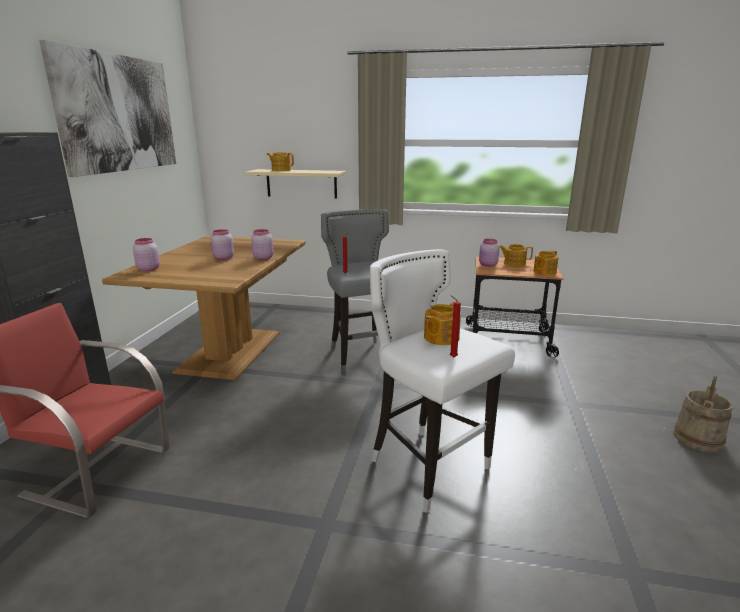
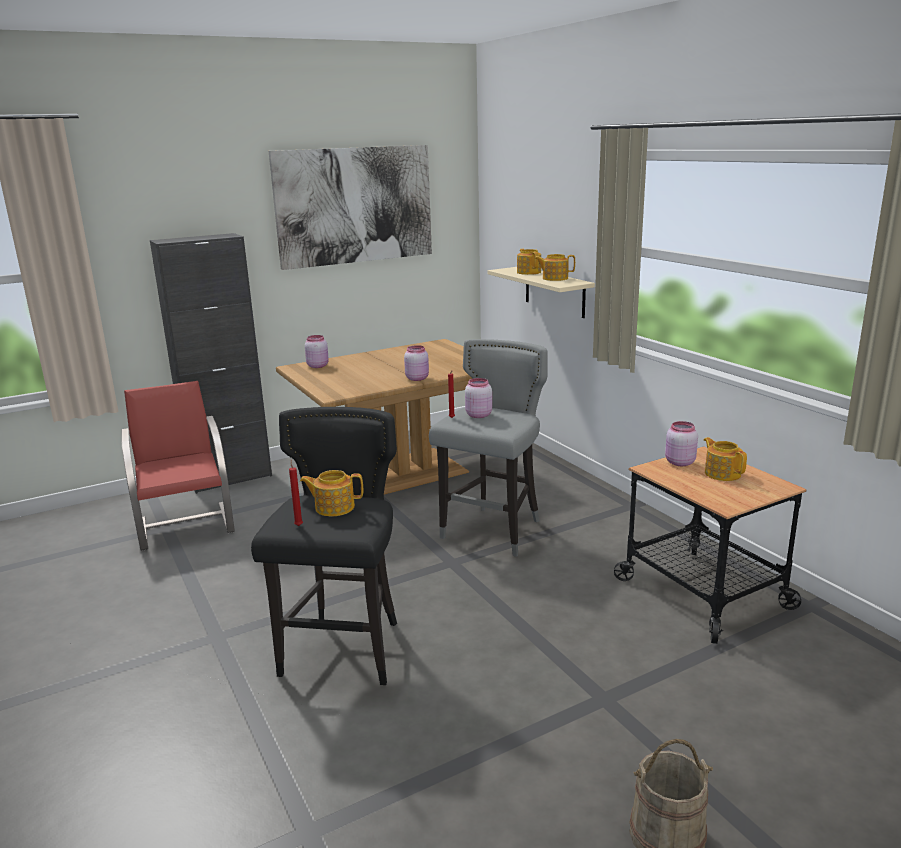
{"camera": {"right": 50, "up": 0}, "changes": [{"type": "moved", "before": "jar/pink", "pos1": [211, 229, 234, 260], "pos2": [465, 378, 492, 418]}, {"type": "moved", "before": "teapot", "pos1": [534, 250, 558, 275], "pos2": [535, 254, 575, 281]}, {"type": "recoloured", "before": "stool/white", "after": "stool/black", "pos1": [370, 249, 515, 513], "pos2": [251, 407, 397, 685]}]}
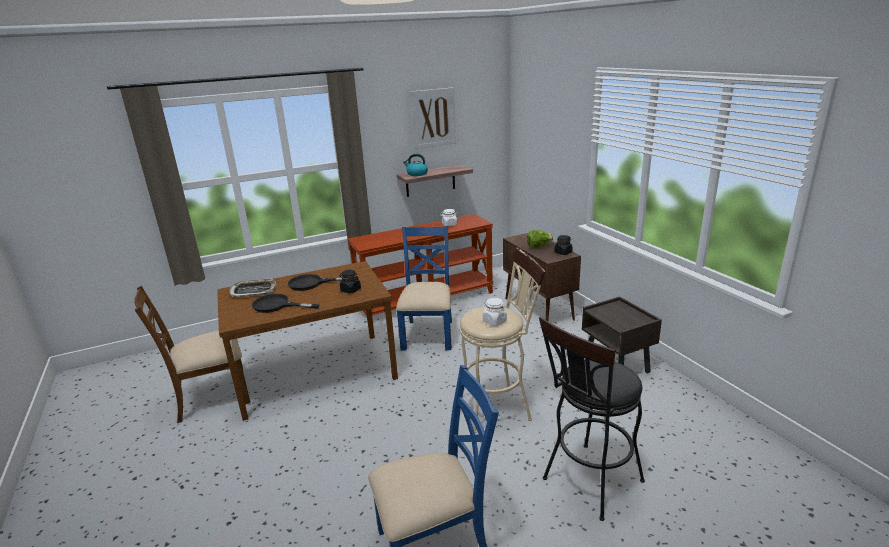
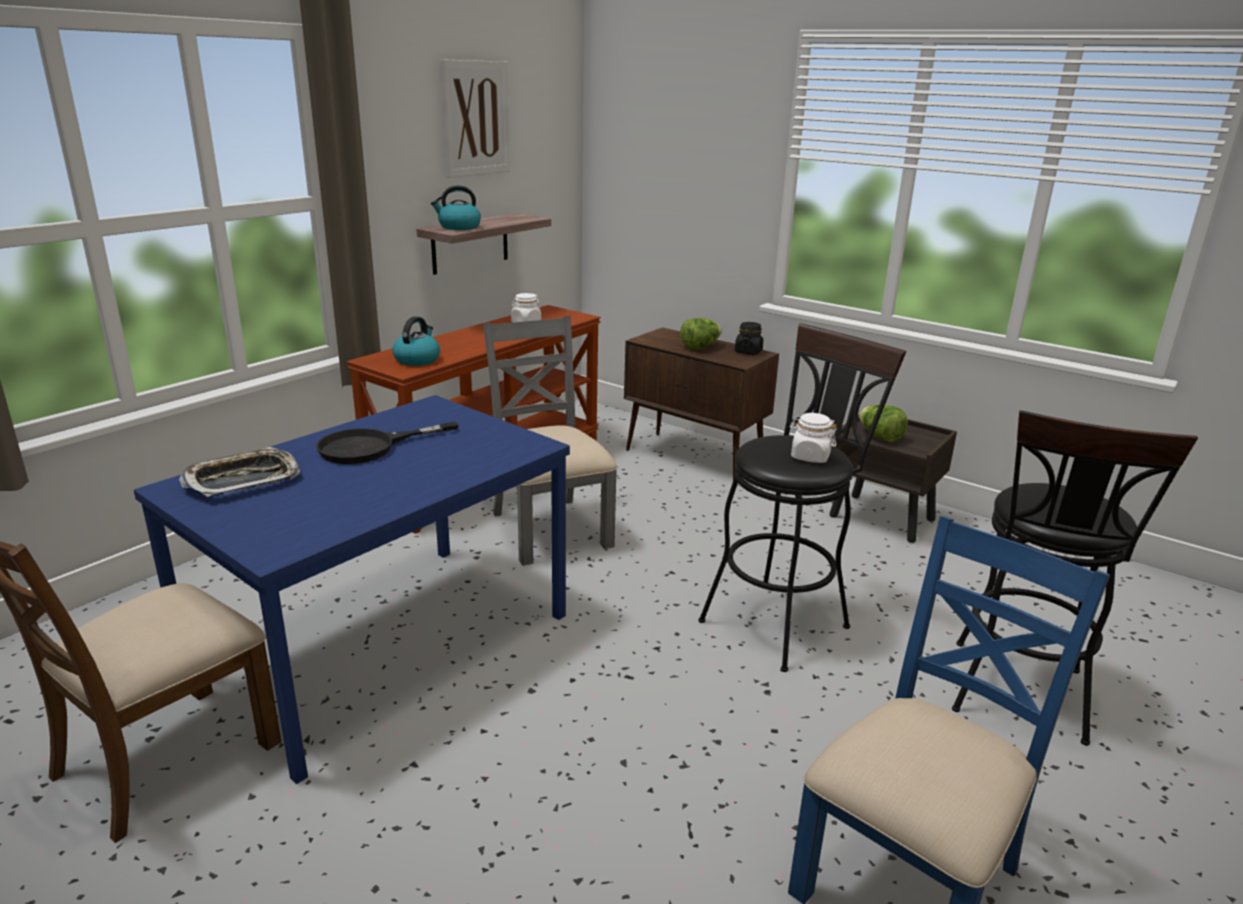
{"camera": {"right": -30, "up": 0}, "changes": [{"type": "removed", "before": "frying pan/black", "pos1": [252, 294, 320, 313]}, {"type": "removed", "before": "jar/black", "pos1": [340, 270, 361, 293]}, {"type": "added", "after": "kettle", "pos2": [392, 316, 440, 366]}, {"type": "added", "after": "lettuce", "pos2": [859, 405, 908, 443]}, {"type": "recoloured", "before": "dining table/brown", "after": "dining table/blue", "pos1": [217, 261, 398, 421], "pos2": [134, 395, 570, 784]}, {"type": "recoloured", "before": "chair/blue", "after": "chair/grey", "pos1": [396, 226, 452, 350], "pos2": [483, 316, 617, 566]}, {"type": "recoloured", "before": "stool/beige", "after": "stool/black", "pos1": [460, 247, 545, 433], "pos2": [699, 323, 906, 672]}]}
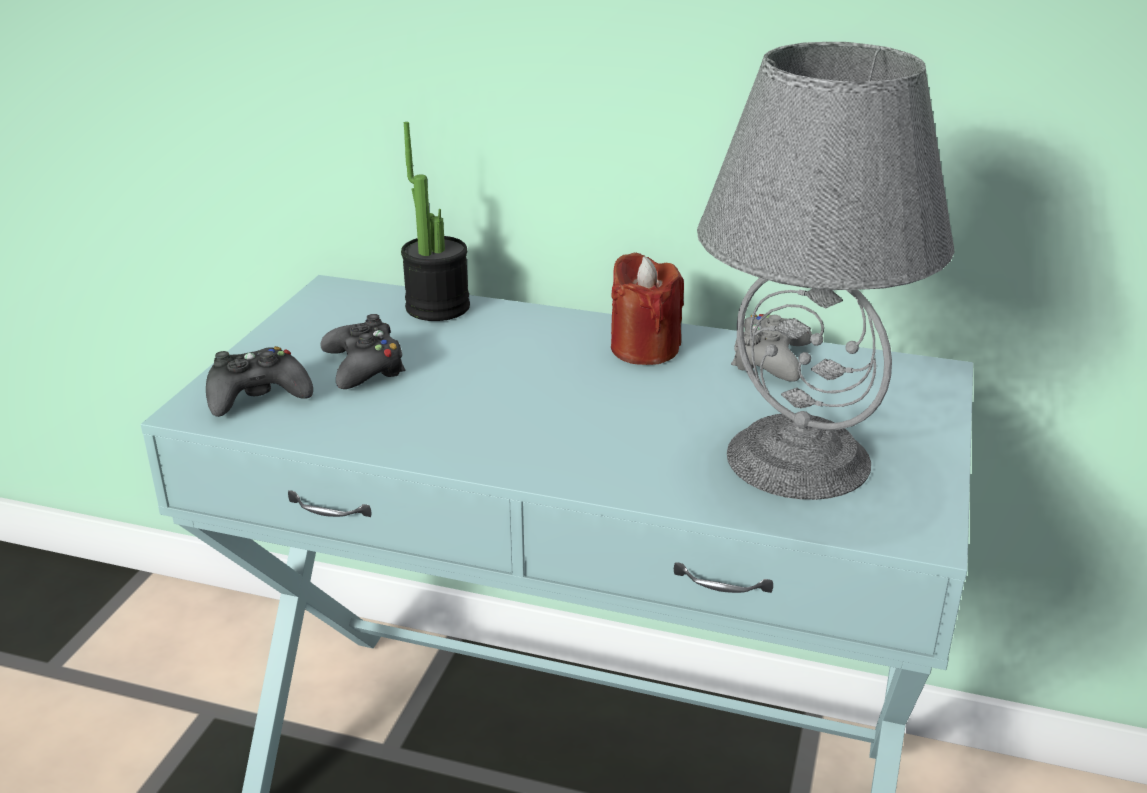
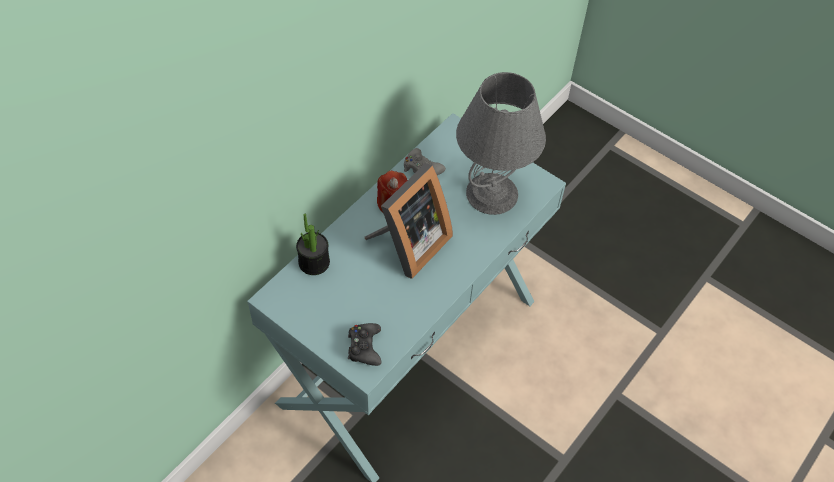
{"camera": {"right": -70, "up": 25}, "changes": [{"type": "removed", "before": "game controller/black", "pos1": [320, 314, 406, 389]}, {"type": "added", "after": "picture frame", "pos2": [365, 163, 453, 279]}]}
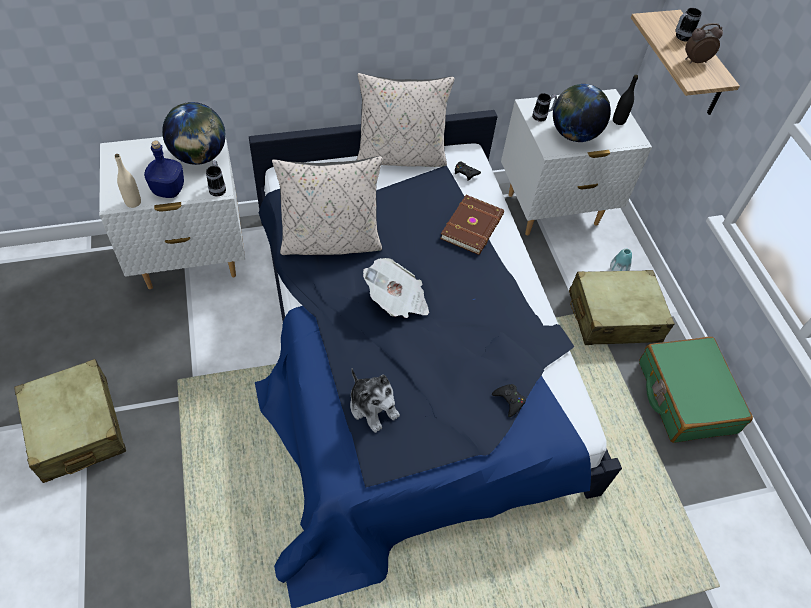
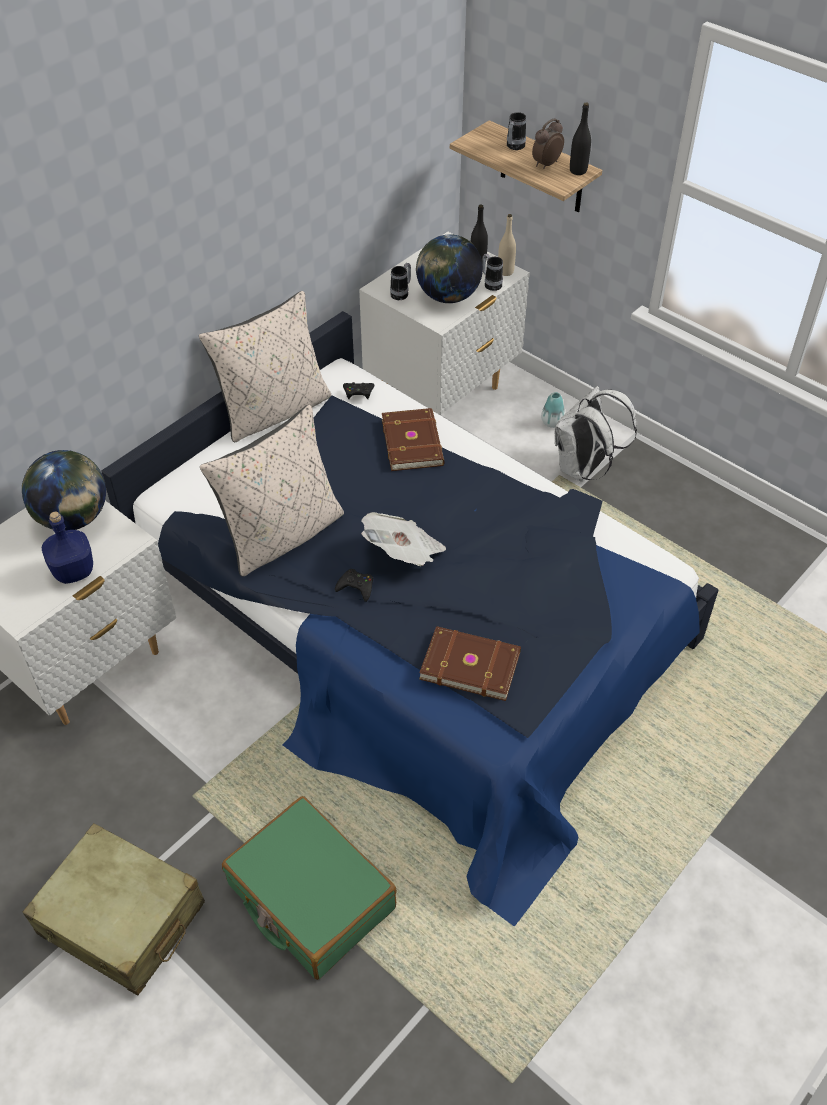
{"camera": {"right": -30, "up": -5}, "changes": [{"type": "added", "after": "bottle/black", "pos2": [570, 102, 591, 175]}, {"type": "moved", "before": "bottle/beige", "pos1": [115, 154, 141, 208], "pos2": [498, 214, 516, 276]}, {"type": "moved", "before": "mug", "pos1": [206, 160, 226, 197], "pos2": [482, 254, 503, 291]}, {"type": "moved", "before": "game controller/black", "pos1": [492, 384, 526, 417], "pos2": [335, 569, 373, 602]}, {"type": "moved", "before": "suitcase/green", "pos1": [639, 337, 753, 443], "pos2": [222, 796, 397, 980]}, {"type": "replaced", "before": "plush toy", "after": "book/brown", "pos1": [350, 368, 400, 433], "pos2": [419, 626, 521, 701]}, {"type": "replaced", "before": "suitcase/beige", "after": "backpack/white", "pos1": [569, 270, 675, 345], "pos2": [555, 386, 637, 481]}]}
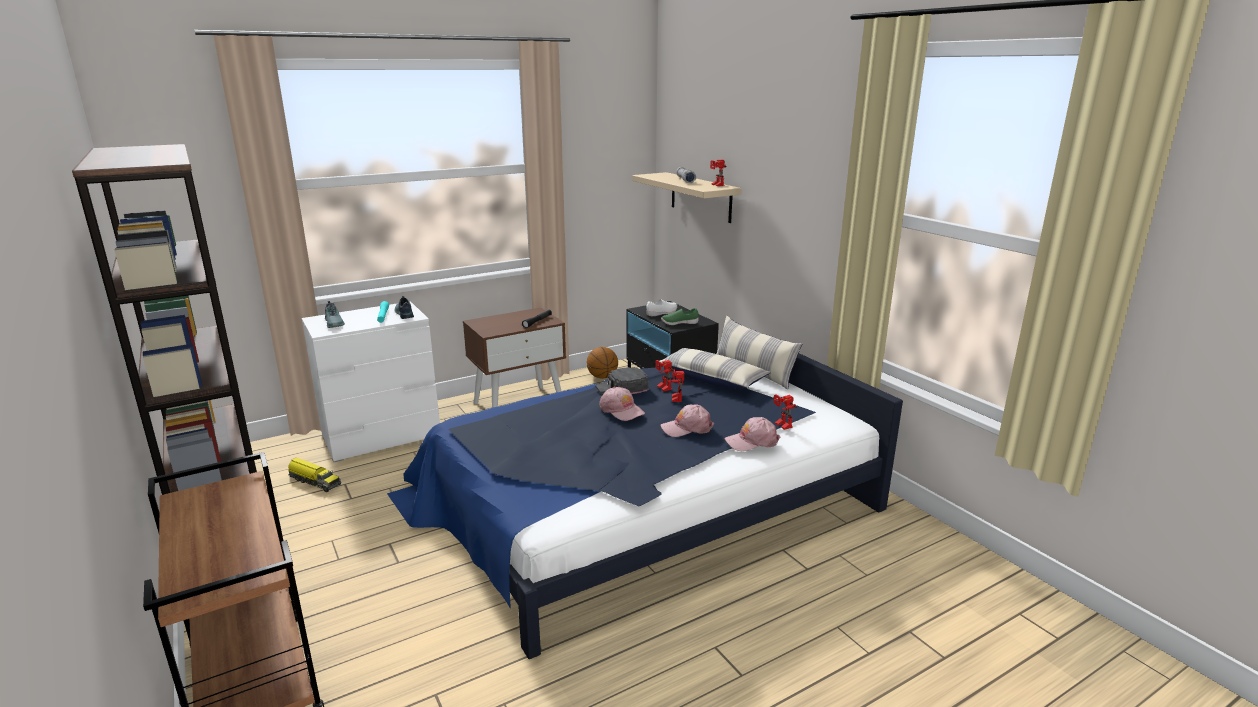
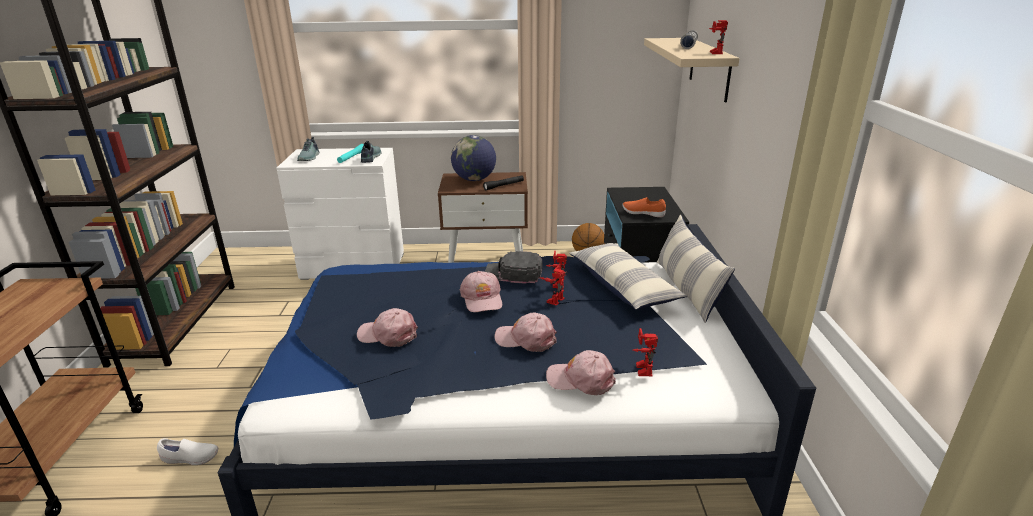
{"camera": {"right": 30, "up": 5}, "changes": [{"type": "removed", "before": "toy truck", "pos1": [288, 458, 341, 492]}, {"type": "added", "after": "cap/pink", "pos2": [357, 308, 418, 347]}, {"type": "added", "after": "globe", "pos2": [451, 135, 496, 181]}, {"type": "moved", "before": "shoe/white", "pos1": [646, 299, 677, 316], "pos2": [157, 438, 218, 465]}, {"type": "recoloured", "before": "shoe/green", "after": "shoe/orange", "pos1": [661, 308, 699, 325], "pos2": [622, 197, 666, 217]}]}
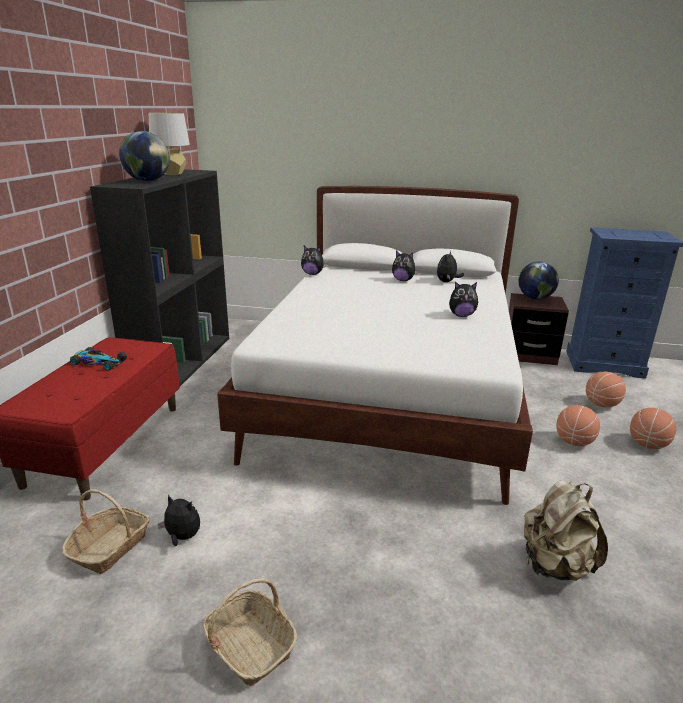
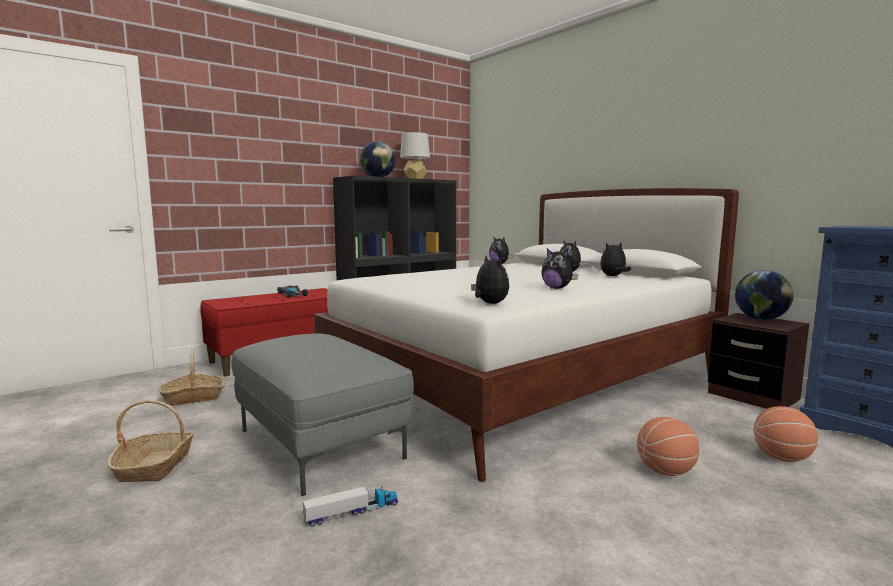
{"camera": {"right": 40, "up": -15}, "changes": [{"type": "removed", "before": "backpack/beige", "pos1": [524, 480, 608, 581]}, {"type": "removed", "before": "basketball", "pos1": [630, 408, 676, 449]}, {"type": "added", "after": "ottoman/grey", "pos2": [231, 333, 414, 496]}, {"type": "added", "after": "toy truck", "pos2": [303, 486, 398, 527]}, {"type": "moved", "before": "plush toy", "pos1": [158, 495, 200, 546], "pos2": [471, 256, 509, 304]}]}
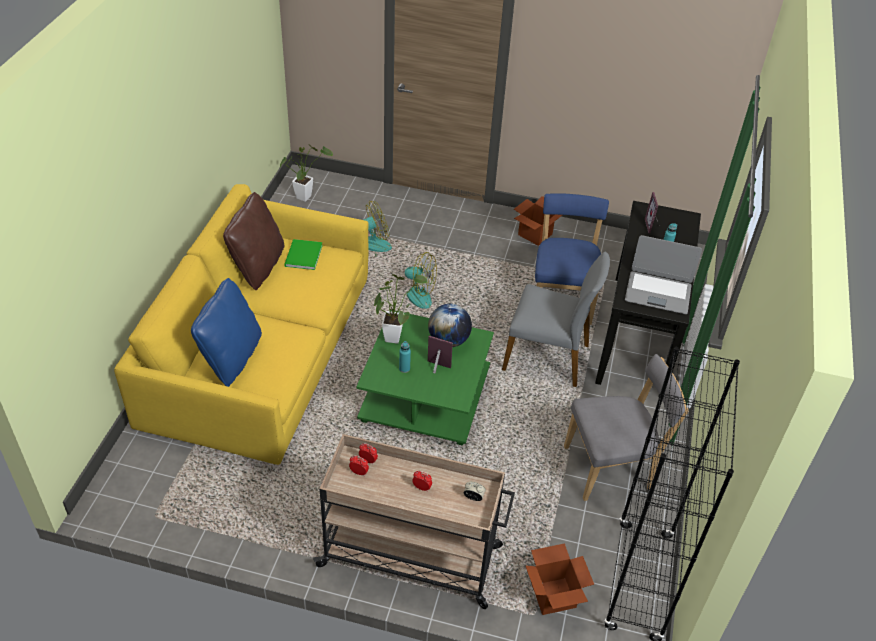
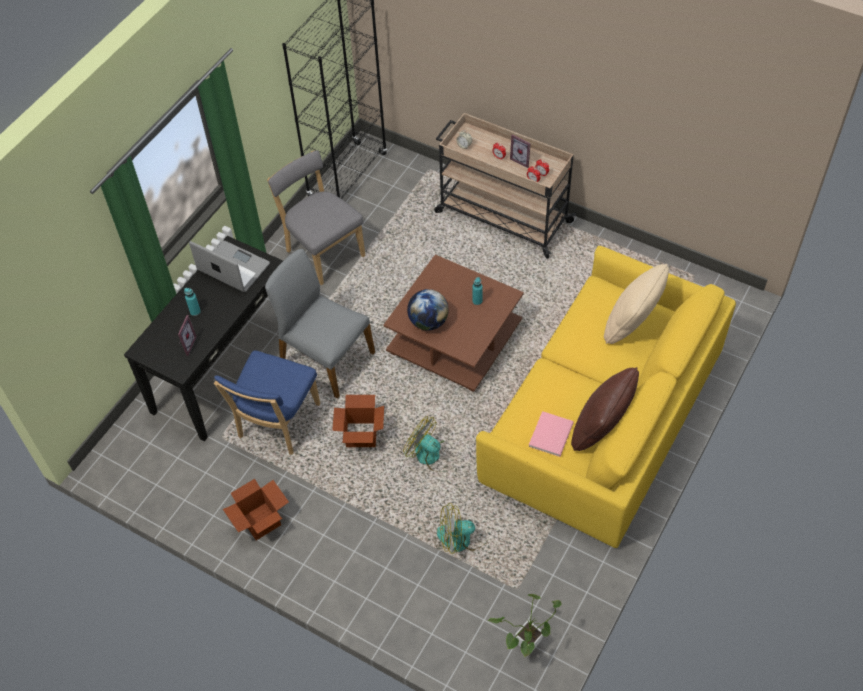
{"camera": {"right": -160, "up": 10}, "changes": [{"type": "removed", "before": "potted plant", "pos1": [373, 274, 428, 344]}, {"type": "moved", "before": "picture frame", "pos1": [428, 336, 453, 374], "pos2": [510, 135, 531, 168]}, {"type": "moved", "before": "cardboard box", "pos1": [525, 543, 594, 615], "pos2": [332, 395, 384, 447]}, {"type": "recoloured", "before": "pillow/blue", "after": "pillow/beige", "pos1": [191, 278, 262, 387], "pos2": [604, 264, 669, 344]}, {"type": "recoloured", "before": "book/green", "after": "book/pink", "pos1": [284, 239, 323, 270], "pos2": [529, 411, 574, 457]}, {"type": "recoloured", "before": "coffee table/green", "after": "coffee table/brown", "pos1": [356, 310, 494, 445], "pos2": [383, 255, 524, 392]}, {"type": "turned", "before": "chair/grey", "pos1": [564, 354, 689, 501], "pos2": [267, 150, 366, 285], "turn": 45}]}
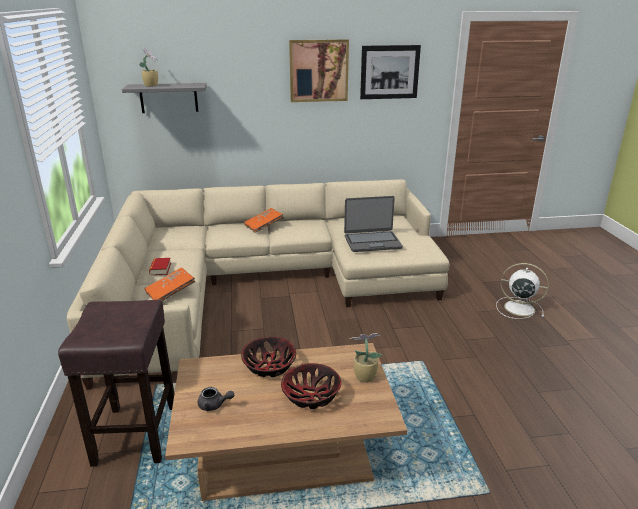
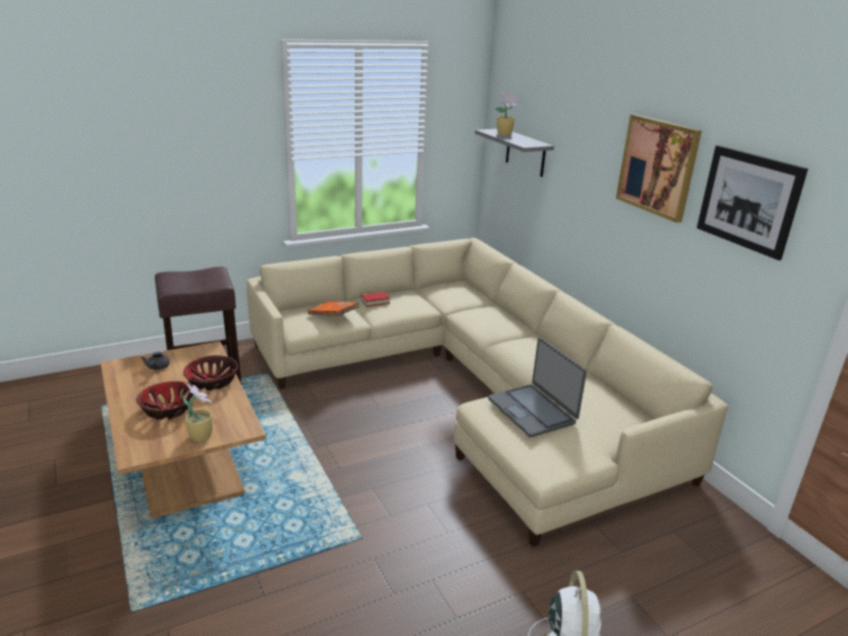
{"camera": {"right": 70, "up": 0}, "changes": [{"type": "removed", "before": "book/orange", "pos1": [244, 208, 284, 233]}]}
